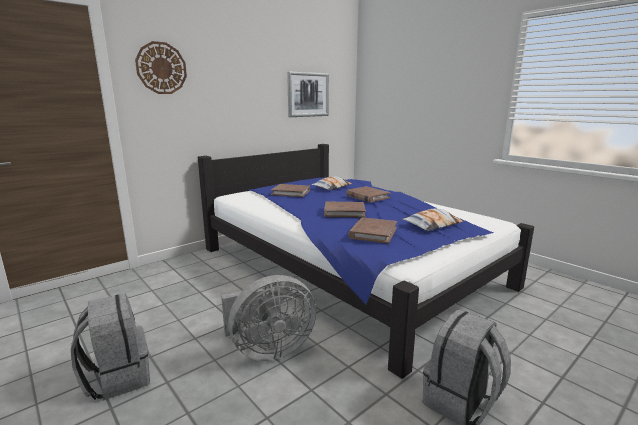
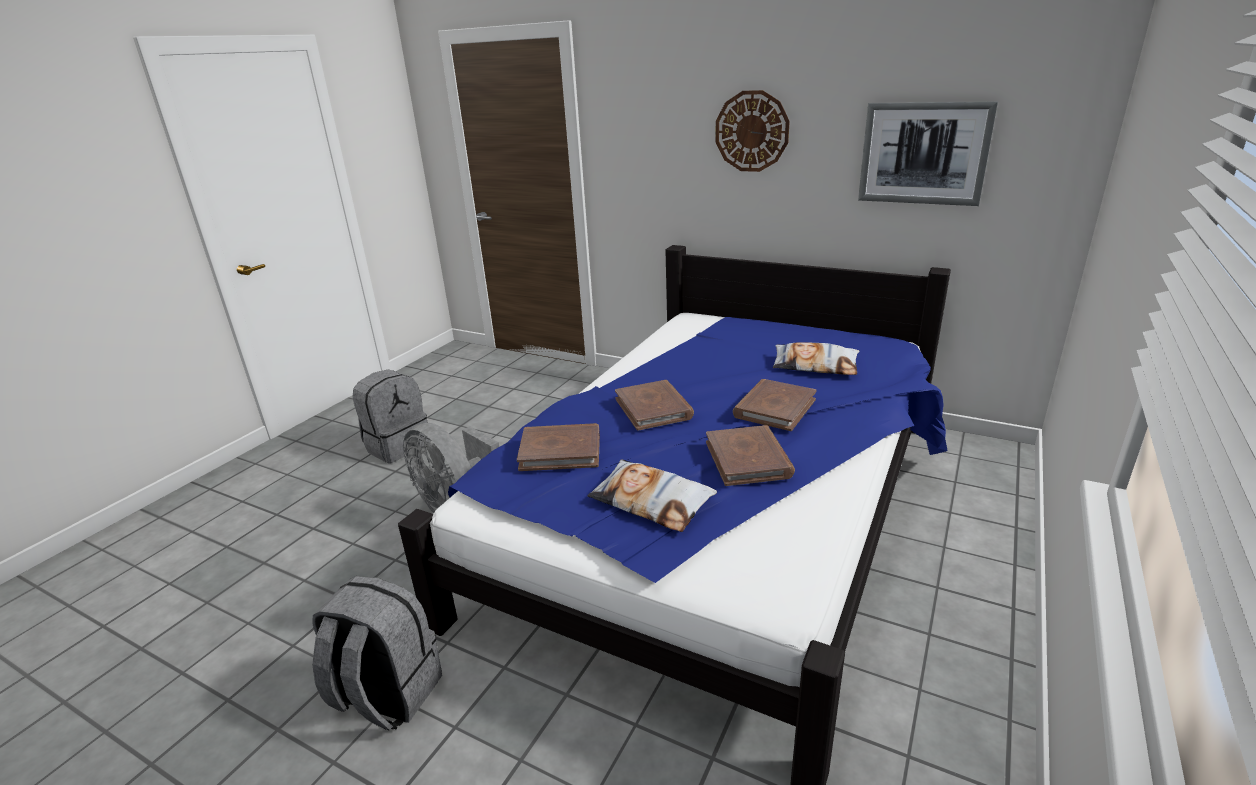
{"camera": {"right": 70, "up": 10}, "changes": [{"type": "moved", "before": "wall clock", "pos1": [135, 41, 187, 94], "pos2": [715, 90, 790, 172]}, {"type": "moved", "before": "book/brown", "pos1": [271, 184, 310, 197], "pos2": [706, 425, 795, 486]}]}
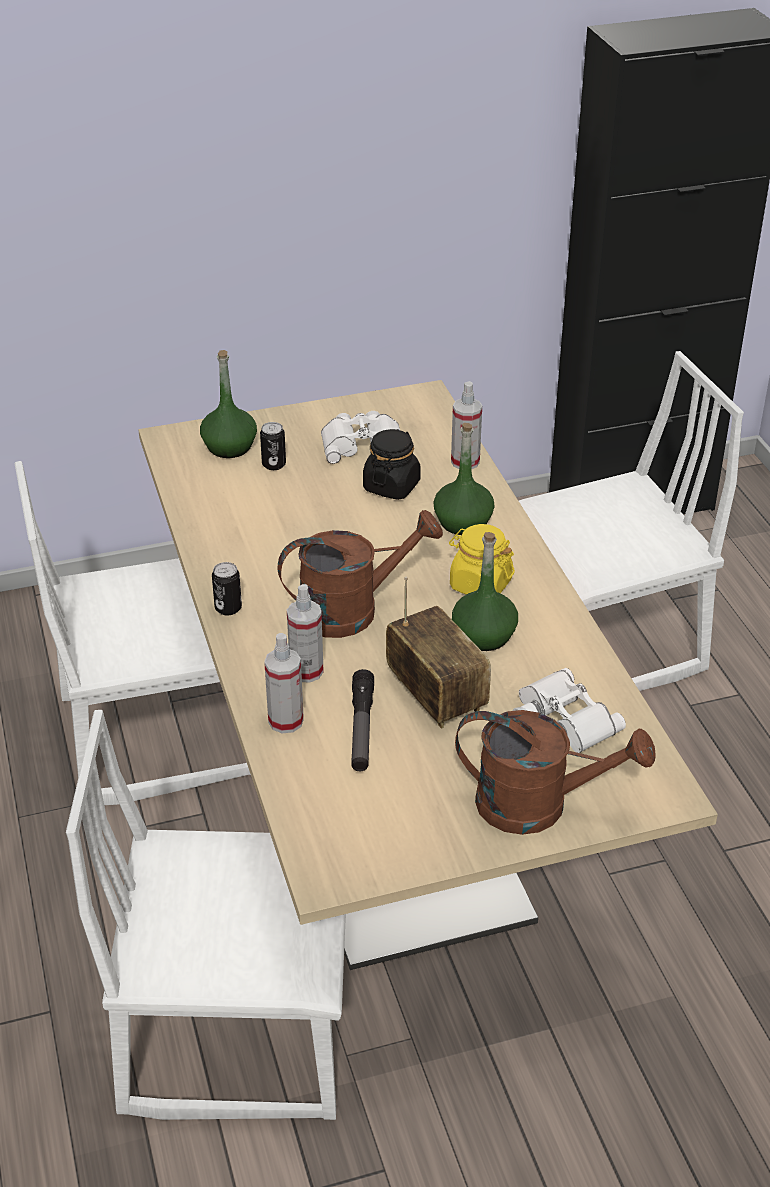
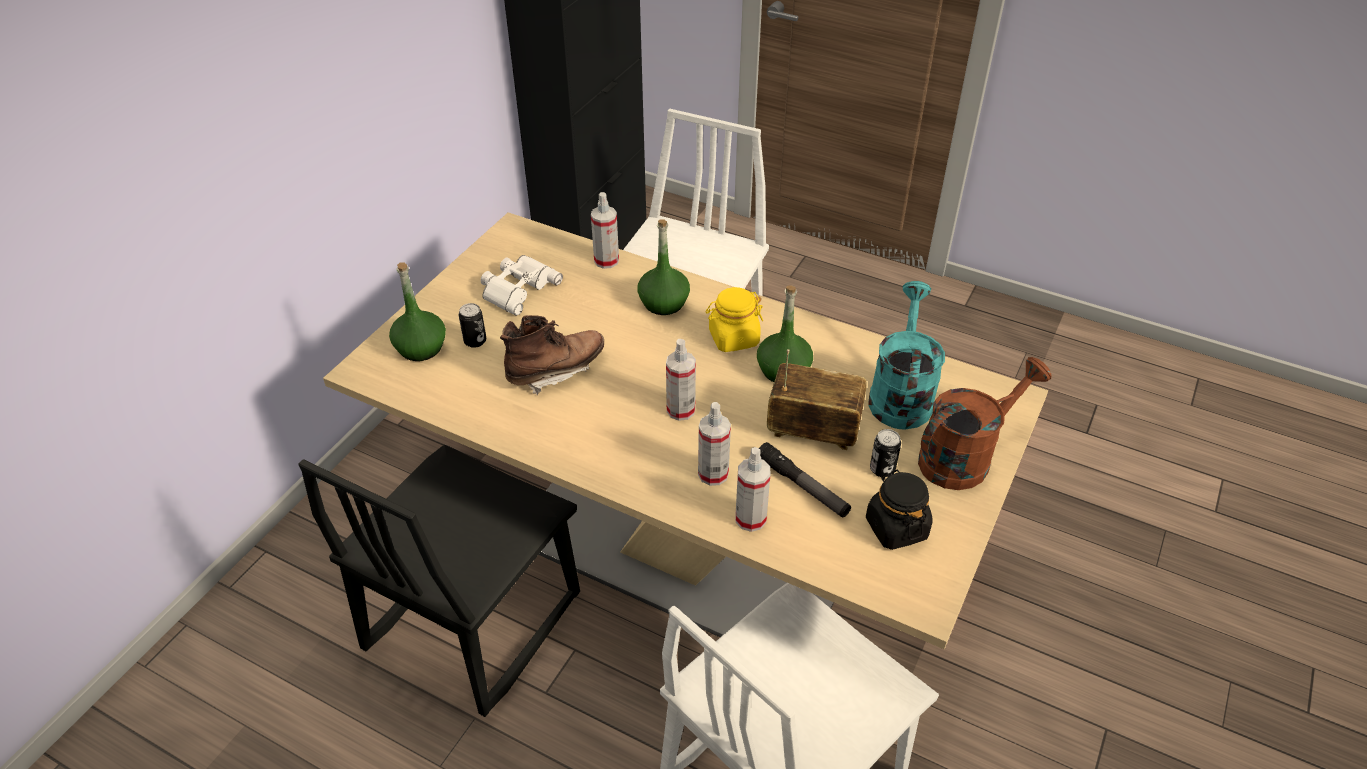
{"camera": {"right": -45, "up": 5}, "changes": [{"type": "added", "after": "boot/brown", "pos2": [500, 315, 604, 395]}, {"type": "moved", "before": "can", "pos1": [212, 562, 242, 615], "pos2": [870, 429, 901, 477]}, {"type": "moved", "before": "jar/black", "pos1": [363, 429, 421, 500], "pos2": [866, 470, 933, 550]}, {"type": "replaced", "before": "watering can/brown", "after": "spray bottle", "pos1": [278, 510, 443, 638], "pos2": [666, 339, 696, 421]}, {"type": "replaced", "before": "binoculars/white", "after": "watering can/turquoise", "pos1": [513, 668, 626, 753], "pos2": [868, 281, 945, 430]}, {"type": "recoloured", "before": "chair/white", "after": "chair/black", "pos1": [15, 461, 251, 805], "pos2": [298, 445, 580, 717]}]}
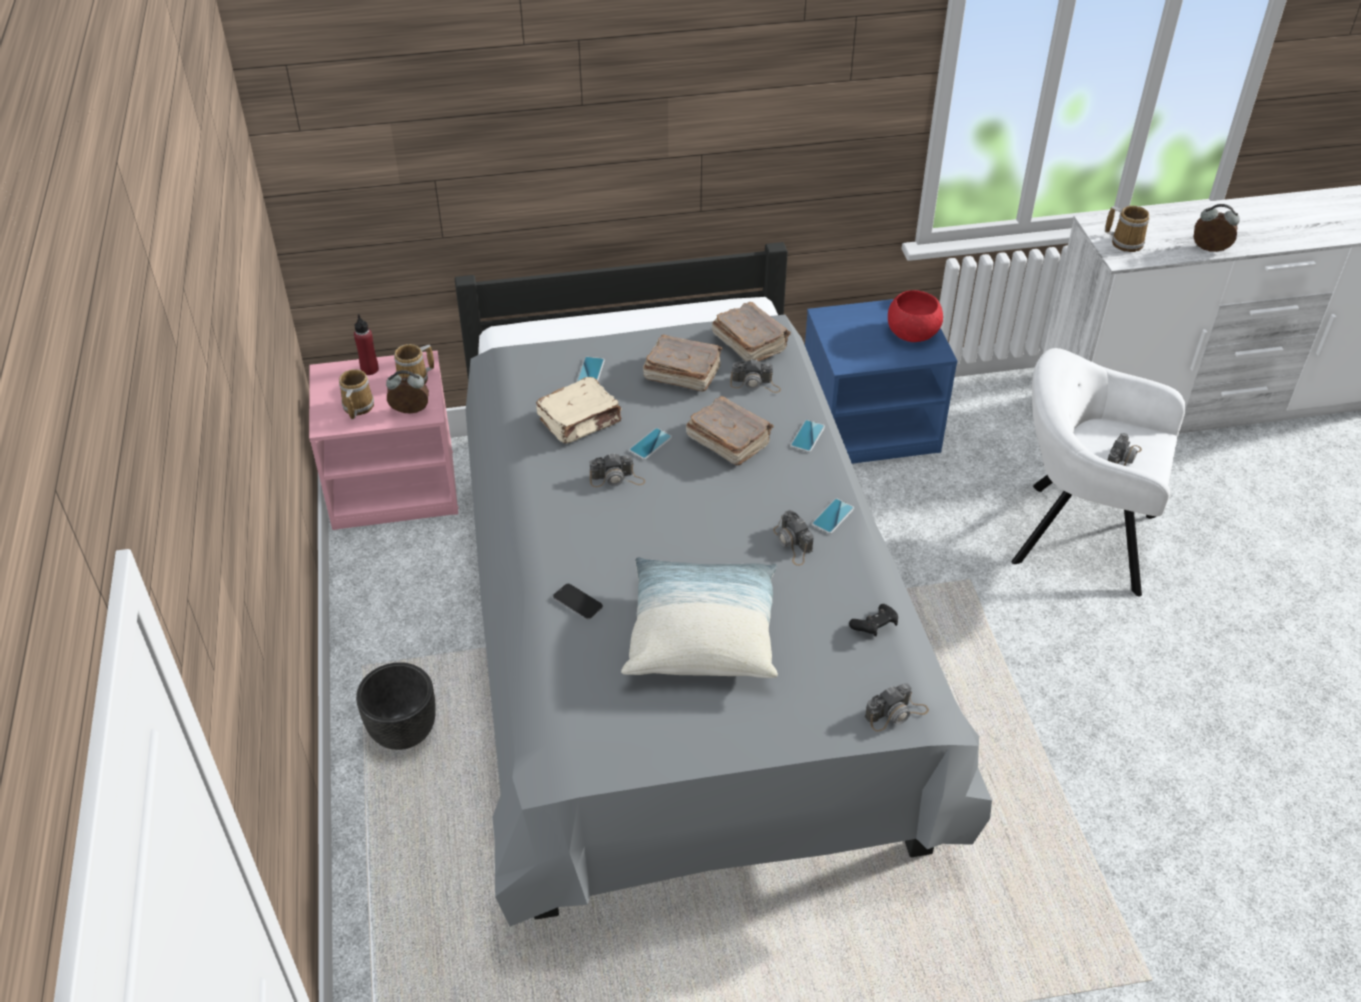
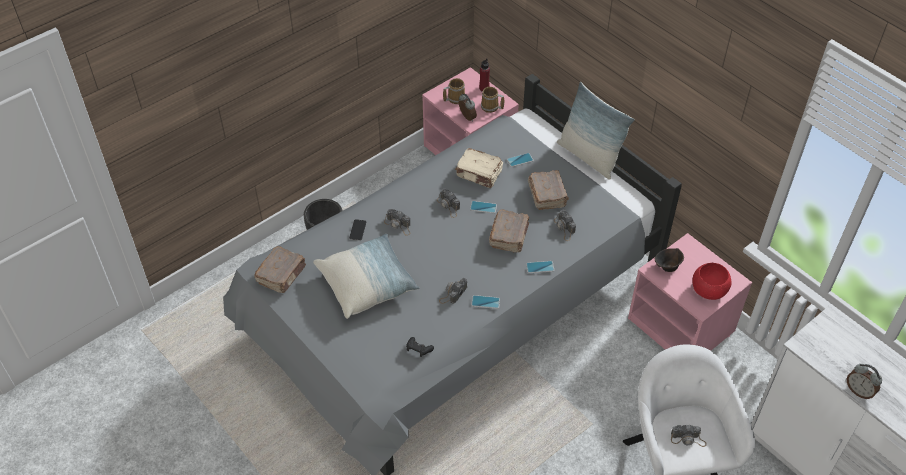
{"camera": {"right": 60, "up": 5}, "changes": [{"type": "removed", "before": "mug", "pos1": [1105, 206, 1149, 252]}, {"type": "added", "after": "pillow", "pos2": [557, 82, 635, 180]}, {"type": "added", "after": "bowl/brown", "pos2": [655, 248, 684, 272]}, {"type": "moved", "before": "book/brown", "pos1": [712, 302, 791, 362], "pos2": [254, 246, 306, 293]}, {"type": "moved", "before": "photo camera", "pos1": [865, 683, 929, 732], "pos2": [384, 209, 411, 236]}, {"type": "recoloured", "before": "nightstand/blue", "after": "nightstand/pink", "pos1": [805, 299, 957, 464], "pos2": [628, 233, 752, 351]}, {"type": "turned", "before": "alarm clock", "pos1": [1194, 204, 1240, 252], "pos2": [847, 364, 882, 399], "turn": 150}]}
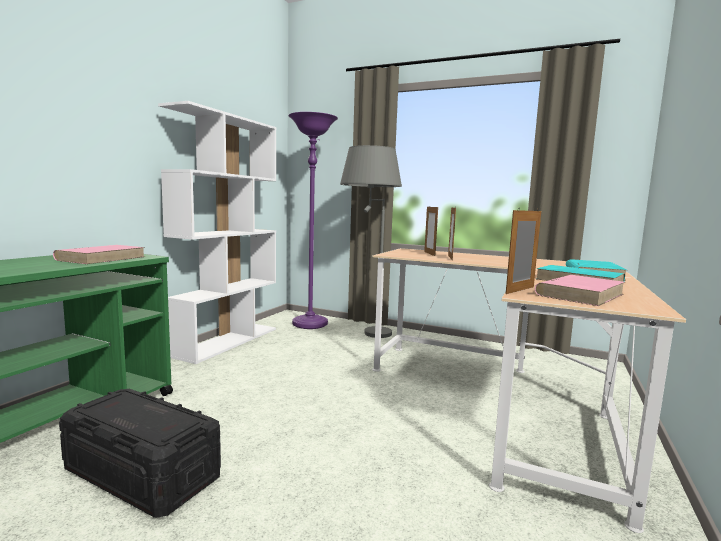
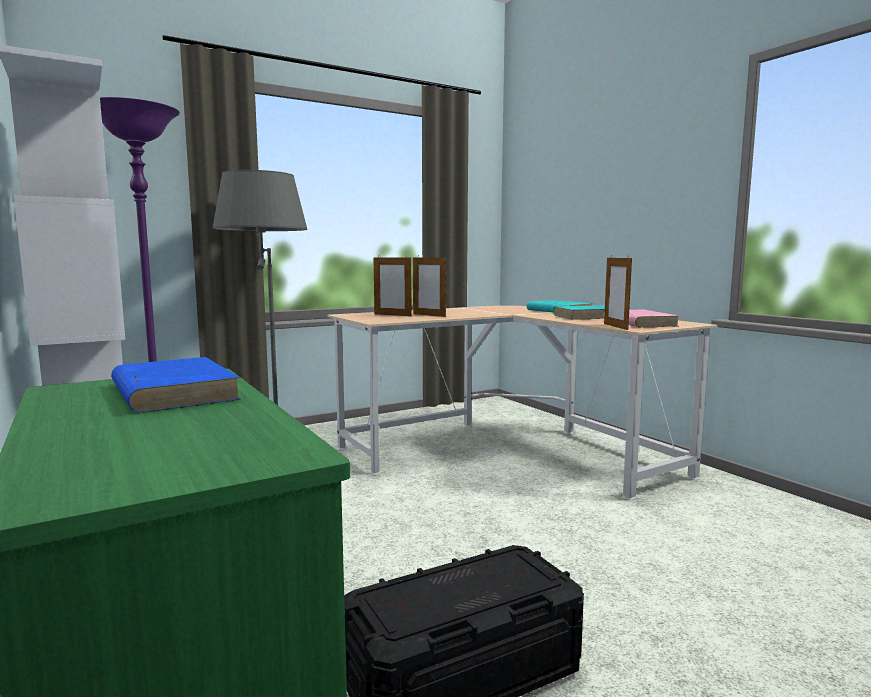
{"camera": {"right": -55, "up": 0}, "changes": [{"type": "recoloured", "before": "book/pink", "after": "book/blue", "pos1": [53, 245, 145, 264], "pos2": [111, 357, 241, 413]}]}
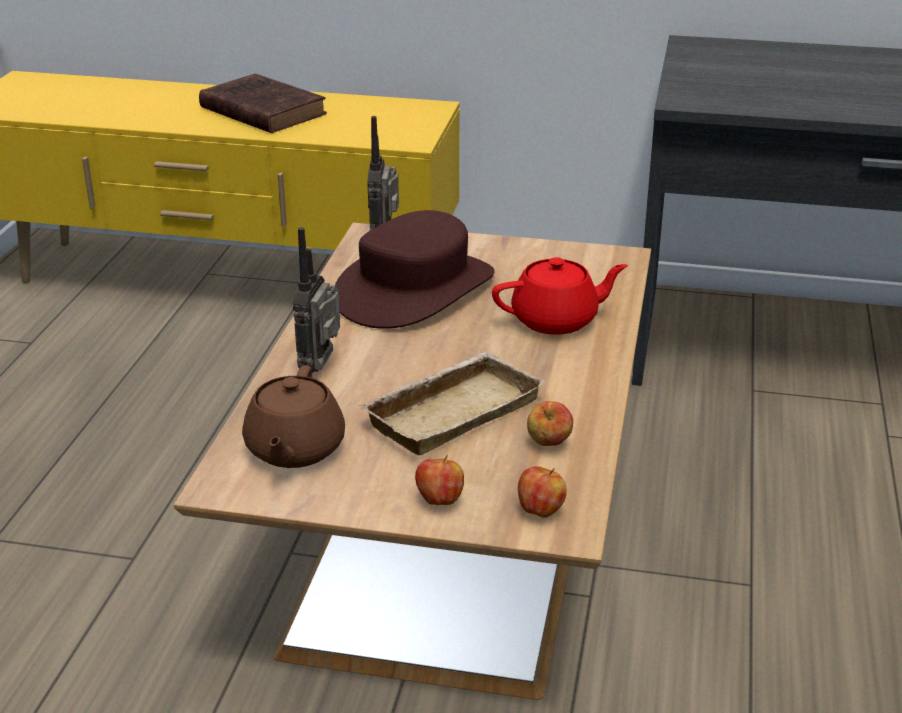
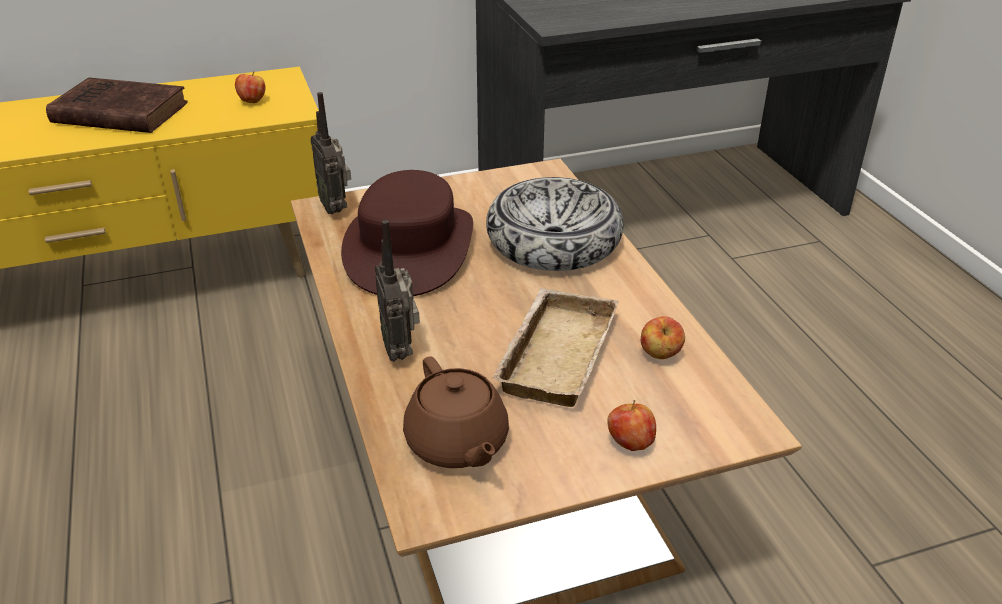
{"camera": {"right": -30, "up": 5}, "changes": [{"type": "moved", "before": "apple", "pos1": [518, 466, 567, 518], "pos2": [235, 71, 266, 103]}, {"type": "replaced", "before": "teapot/red", "after": "bowl", "pos1": [492, 257, 628, 335], "pos2": [486, 177, 624, 271]}]}
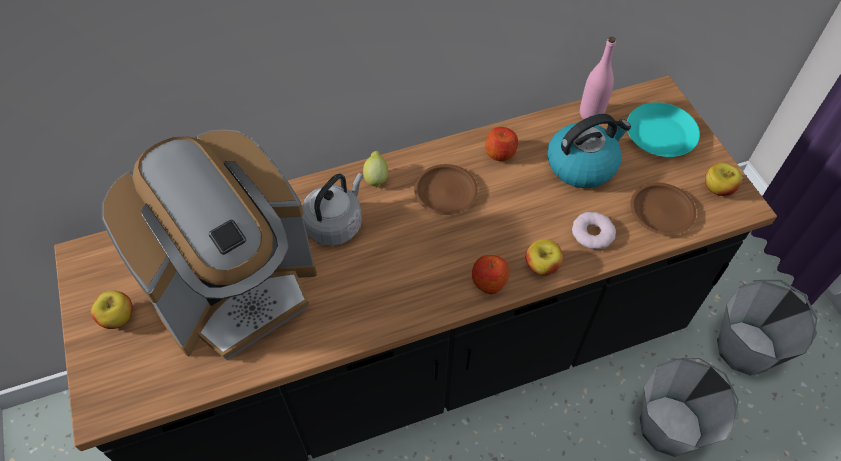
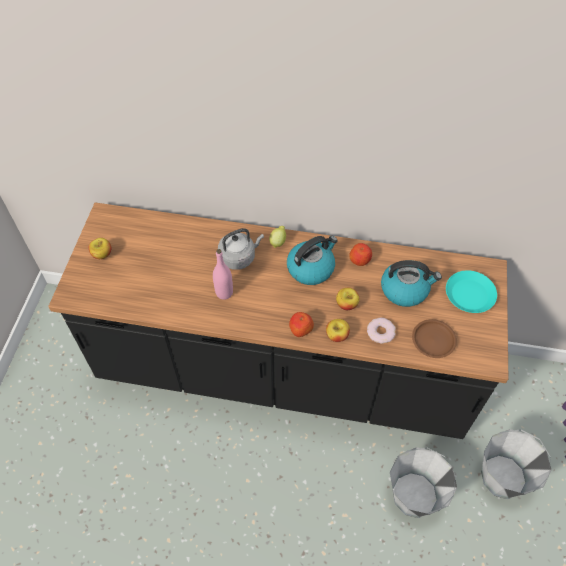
{"camera": {"right": 30, "up": 0}, "changes": [{"type": "removed", "before": "coffee machine", "pos1": [101, 129, 317, 361]}, {"type": "moved", "before": "bottle/pink", "pos1": [580, 37, 616, 119], "pos2": [213, 249, 233, 300]}, {"type": "moved", "before": "apple", "pos1": [705, 162, 742, 196], "pos2": [336, 288, 360, 310]}, {"type": "replaced", "before": "plate/brown", "after": "kettle", "pos1": [414, 164, 478, 215], "pos2": [287, 236, 338, 285]}]}
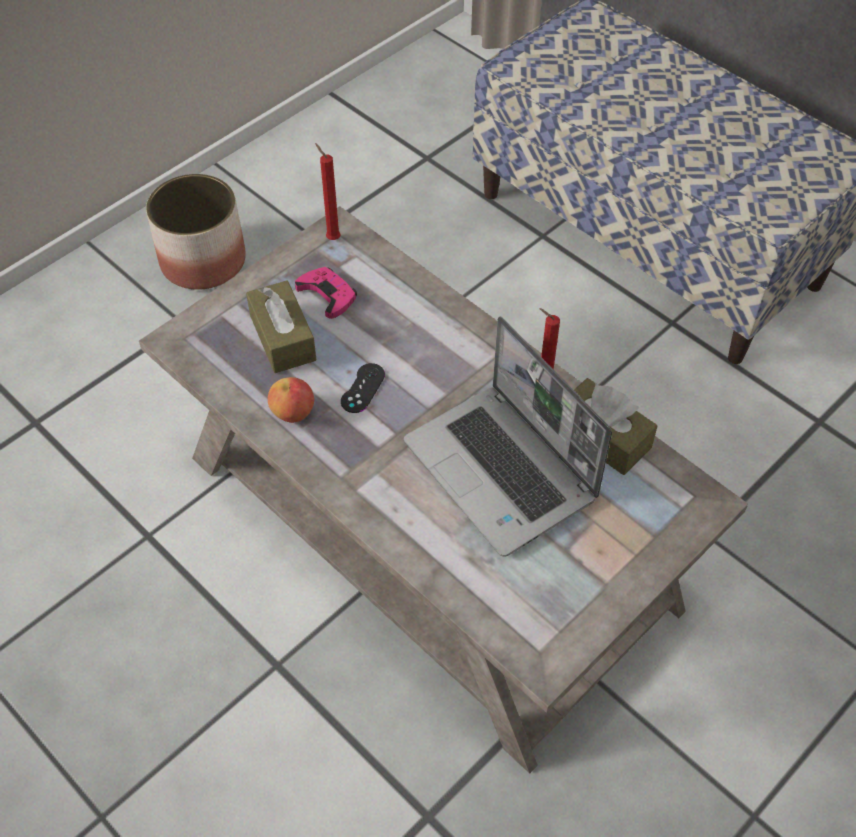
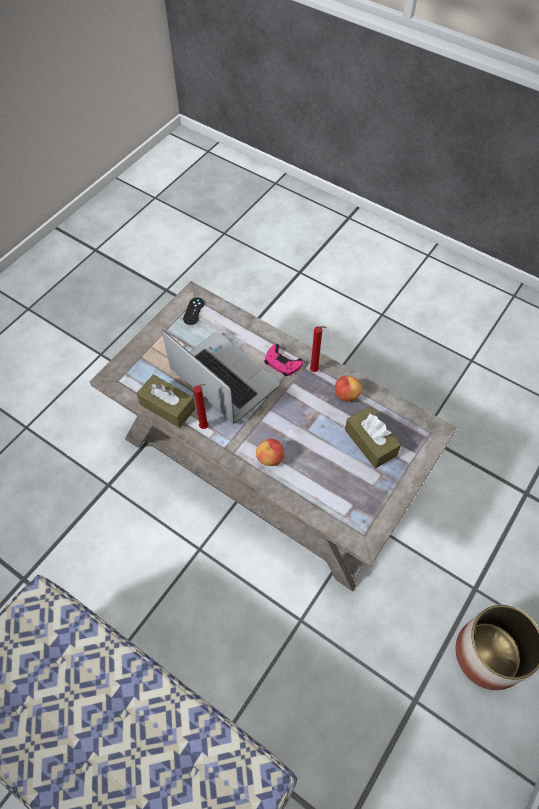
{"camera": {"right": 170, "up": 5}, "changes": [{"type": "added", "after": "apple", "pos2": [256, 439, 285, 466]}, {"type": "moved", "before": "game controller/pink", "pos1": [295, 267, 357, 319], "pos2": [264, 344, 303, 376]}, {"type": "moved", "before": "candle/red", "pos1": [315, 143, 340, 240], "pos2": [310, 326, 327, 372]}, {"type": "moved", "before": "game controller/black", "pos1": [341, 363, 385, 413], "pos2": [183, 297, 204, 325]}]}
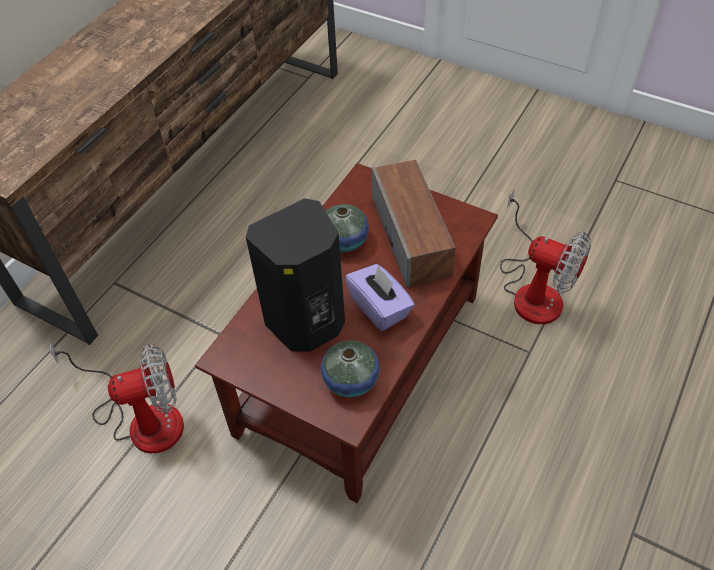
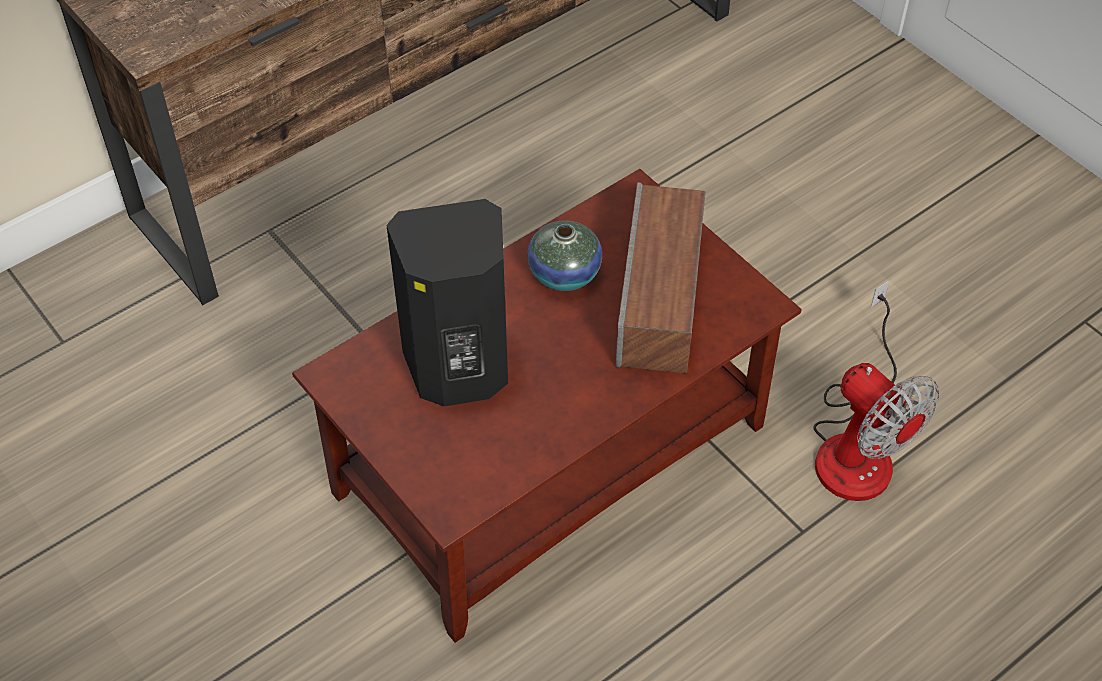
{"camera": {"right": 20, "up": 0}, "changes": [{"type": "removed", "before": "fan", "pos1": [50, 342, 184, 453]}, {"type": "removed", "before": "vase", "pos1": [321, 340, 380, 397]}, {"type": "removed", "before": "tissue box/purple", "pos1": [345, 264, 415, 331]}]}
